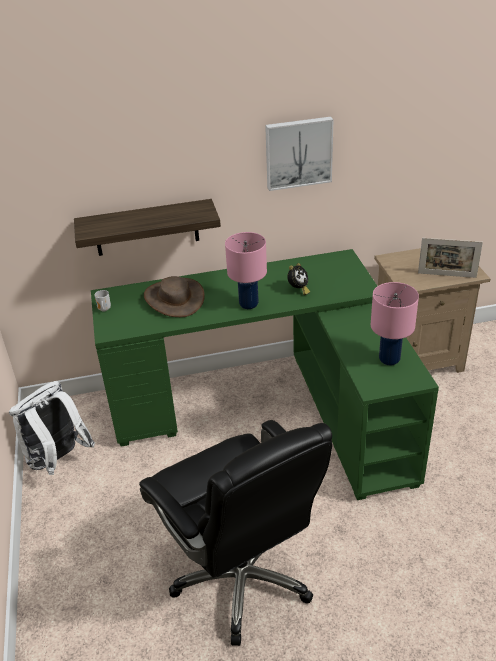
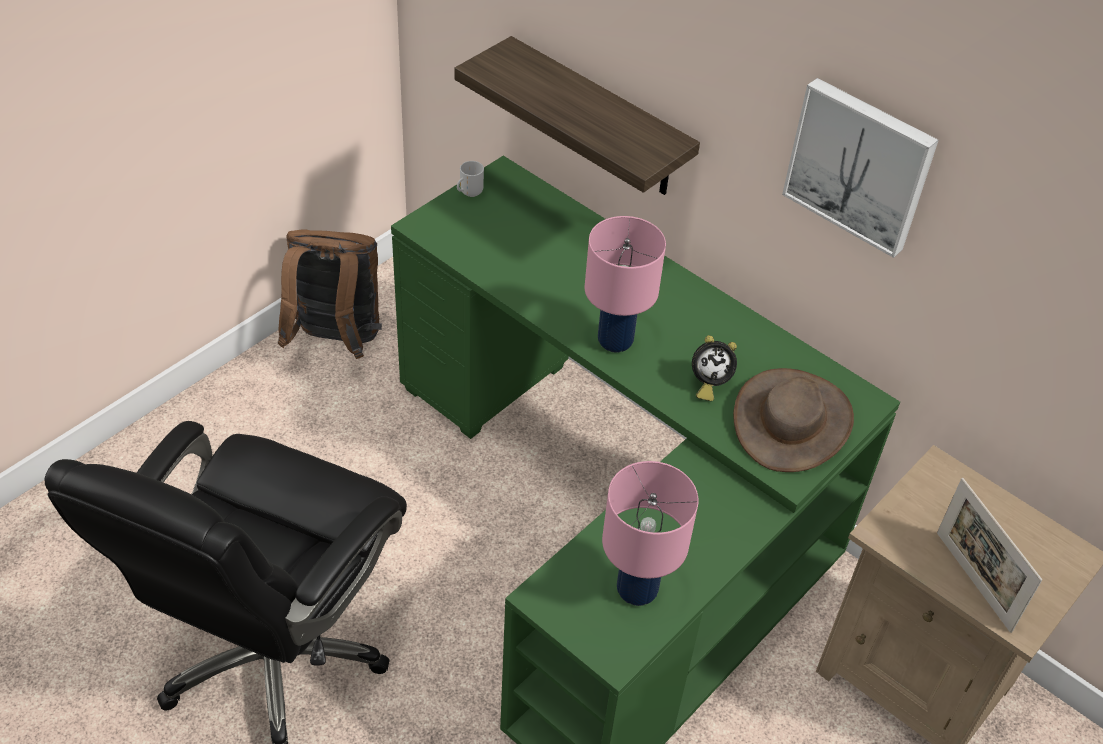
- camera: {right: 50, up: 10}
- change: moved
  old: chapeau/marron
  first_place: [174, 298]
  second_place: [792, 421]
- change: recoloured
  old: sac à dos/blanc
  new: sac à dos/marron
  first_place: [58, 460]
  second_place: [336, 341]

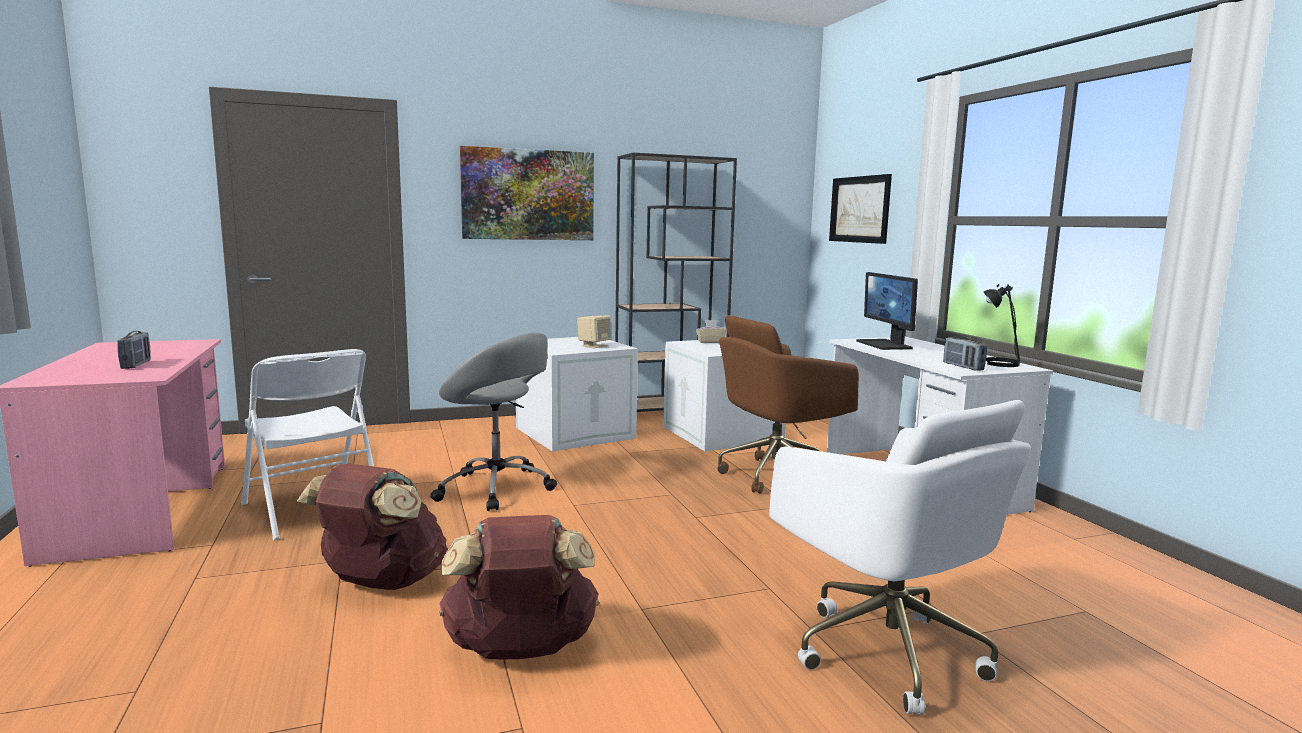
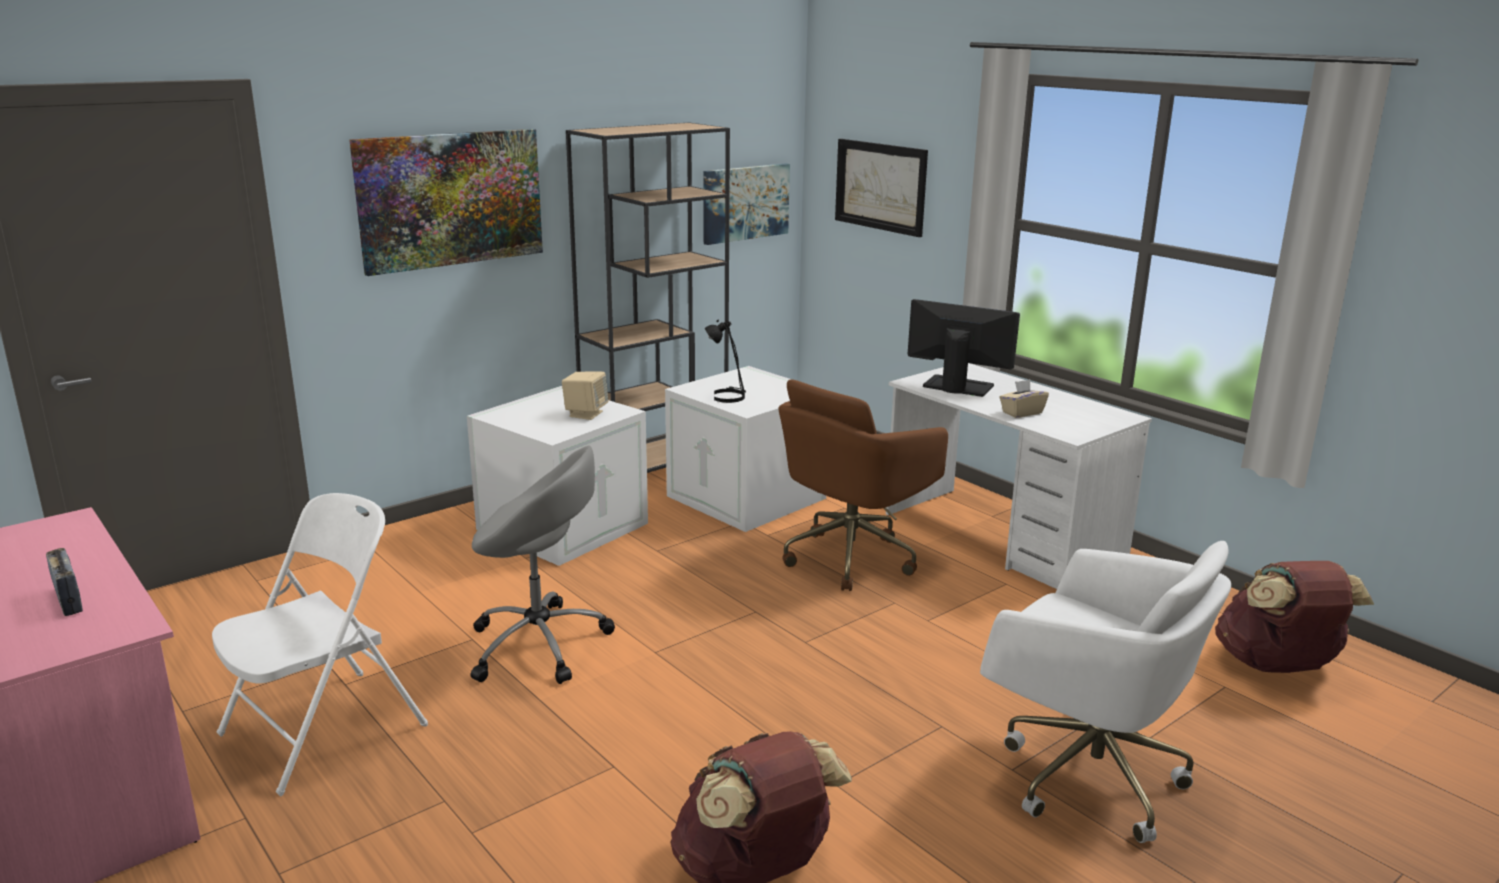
- camera: {right: -20, up: 10}
- change: turned
  old: écran d'ordinateur
  first_place: [885, 345]
  second_place: [957, 386]
  degrees: 150
- change: moved
  old: lampe de table/noir
  first_place: [1000, 363]
  second_place: [727, 396]
- change: moved
  old: boîte à mouchoirs/beige
  first_place: [710, 342]
  second_place: [1021, 413]
- change: removed
  old: radio
  first_place: [963, 367]
- change: turned
  old: chaise/blanc
  first_place: [311, 509]
  second_place: [324, 730]
  degrees: -75
- change: moved
  old: sac à dos/marron
  first_place: [381, 583]
  second_place: [1277, 666]
- change: added
  new: tableau
  second_place: [745, 203]

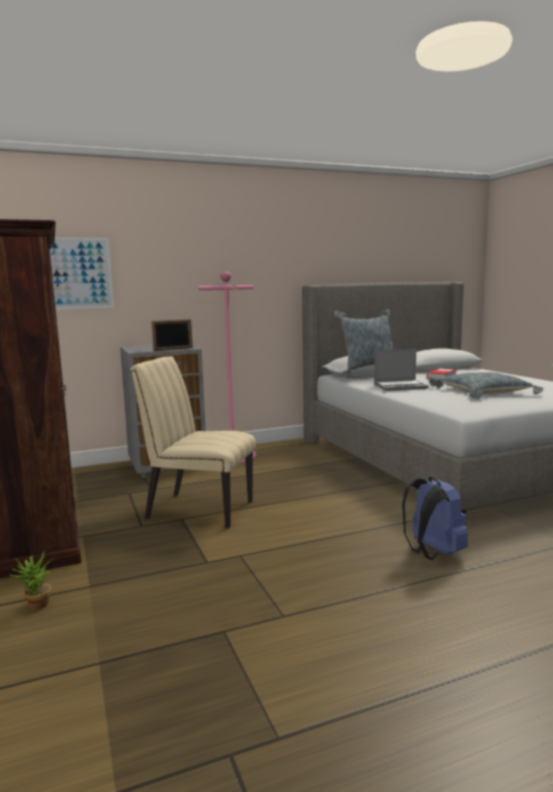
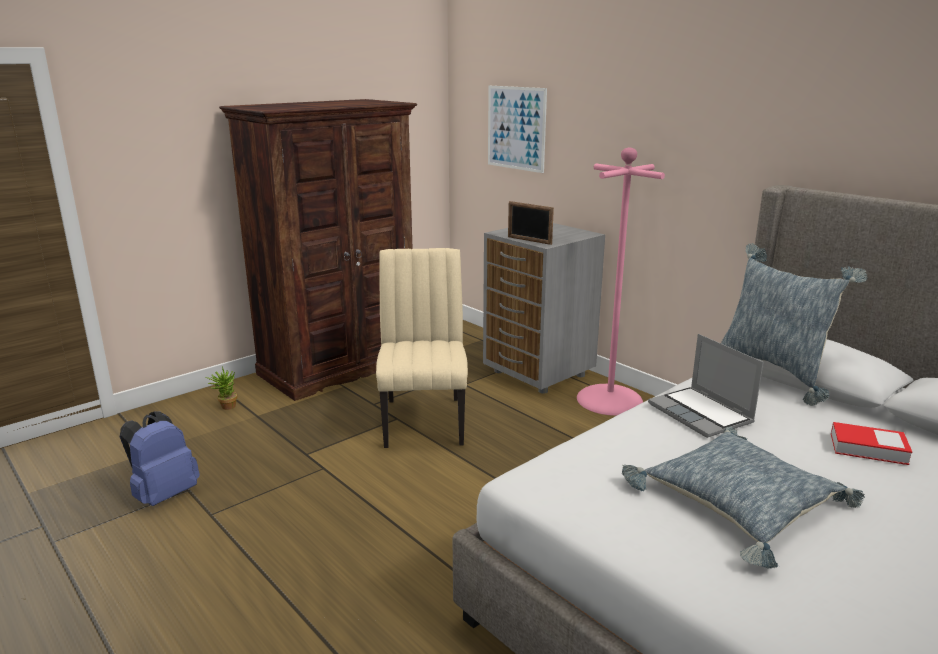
- camera: {right: 70, up: 10}
- change: moved
  old: sac à dos/bleu
  first_place: [432, 553]
  second_place: [164, 494]

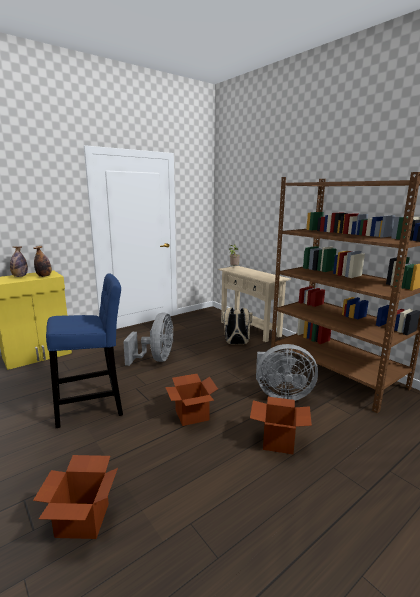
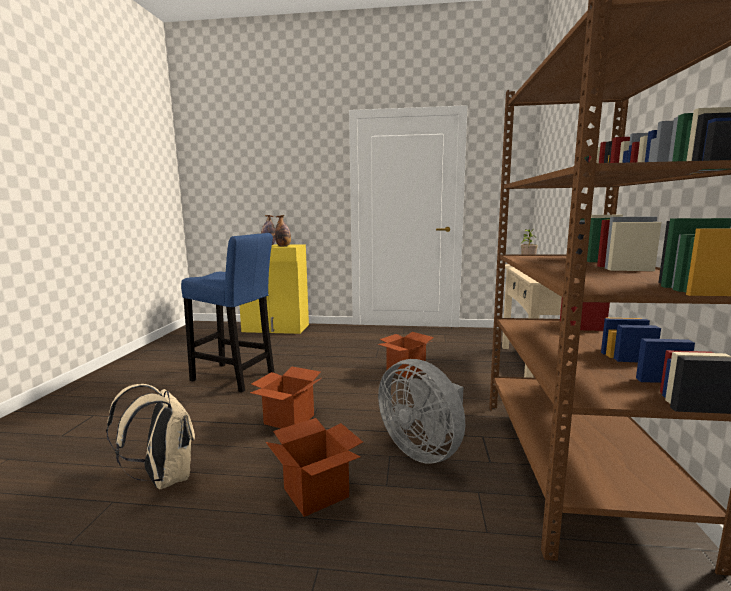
- camera: {right: 45, up: -5}
- change: moved
  old: sac à dos/beige
  first_place: [236, 343]
  second_place: [164, 478]
- change: removed
  old: ventilateur/gris
  first_place: [156, 359]
- change: moved
  old: carton
  first_place: [83, 520]
  second_place: [406, 370]

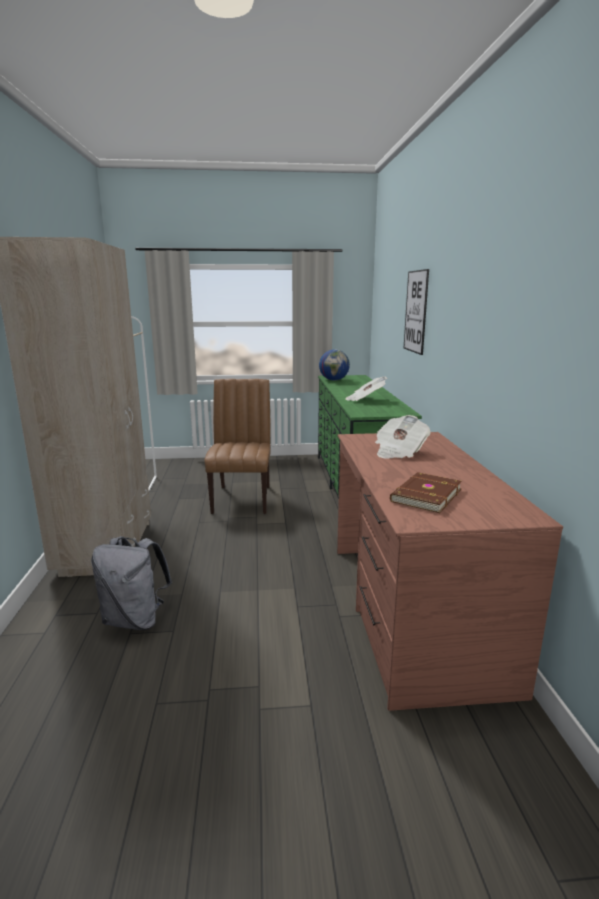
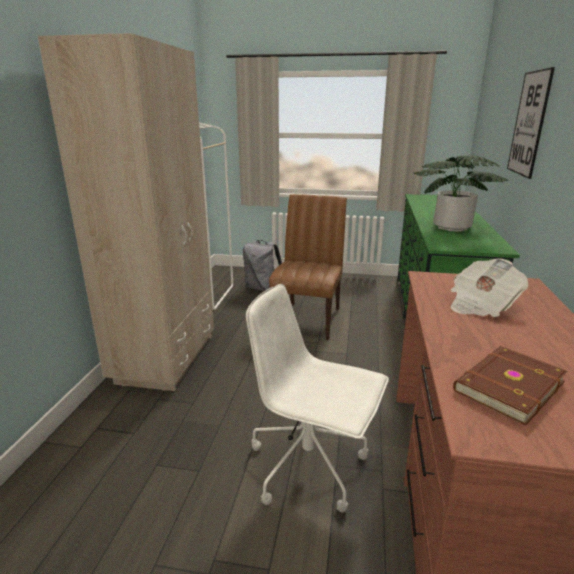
- camera: {right: 15, up: 5}
- change: removed
  old: globe
  first_place: [334, 380]
- change: replaced
  old: journal
  new: plante en pot
  first_place: [365, 400]
  second_place: [452, 227]
- change: moved
  old: sac à dos/gris
  first_place: [135, 620]
  second_place: [262, 288]
- change: added
  new: chaise de bureau/blanc
  second_place: [313, 468]

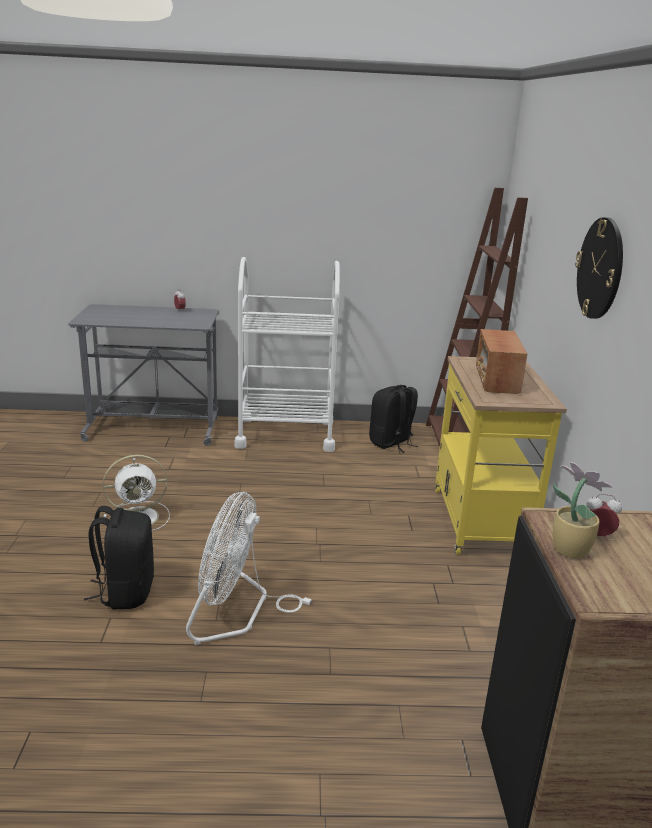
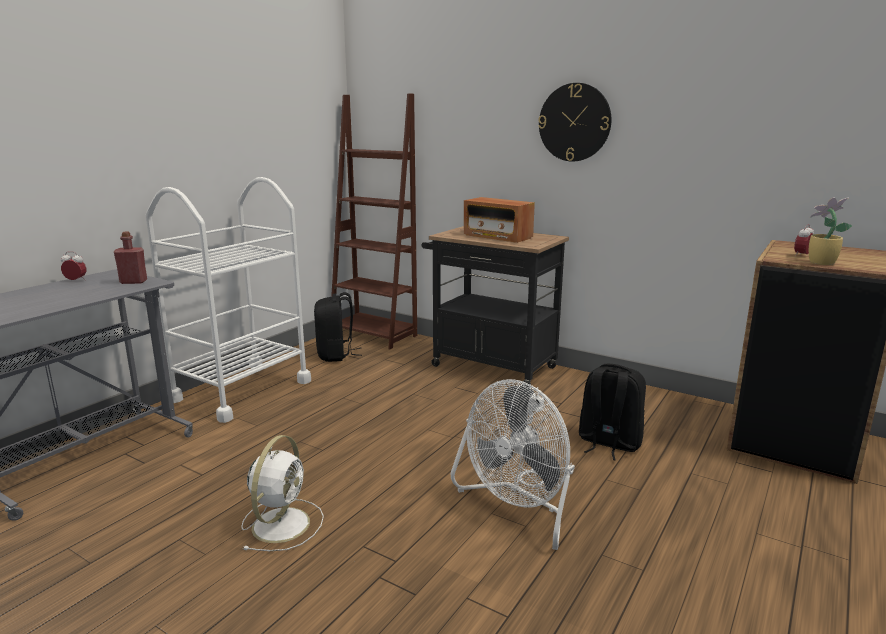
- camera: {right: -55, up: -5}
- change: recoloured
  old: chariot/jaune
  new: chariot/noir
  first_place: [478, 519]
  second_place: [490, 366]
- change: moved
  old: sac à dos/noir
  first_place: [125, 592]
  second_place: [608, 443]
- change: added
  new: bouteille/rouge
  second_place: [133, 282]

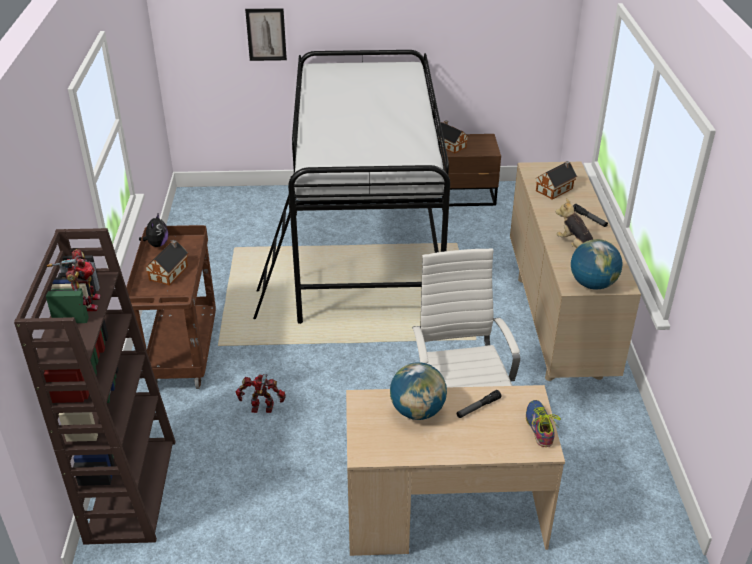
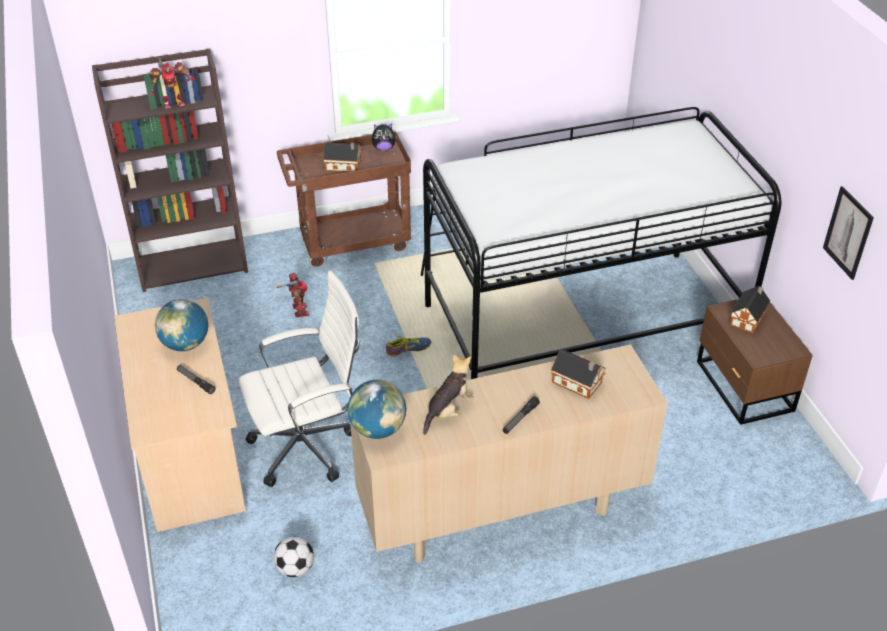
- camera: {right: 75, up: 5}
- change: moved
  old: tableau
  first_place: [266, 34]
  second_place: [848, 233]
- change: moved
  old: chaussure
  first_place: [539, 426]
  second_place: [408, 349]
- change: added
  new: ballon de foot
  second_place: [295, 568]

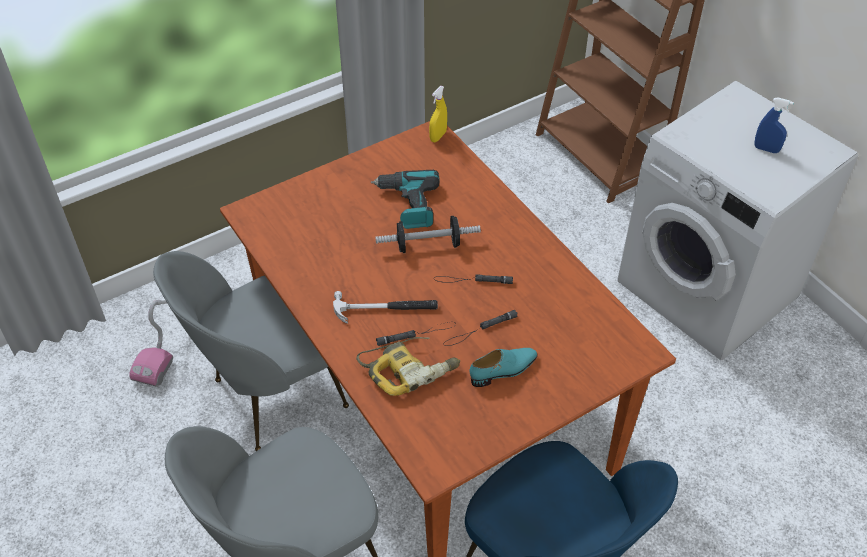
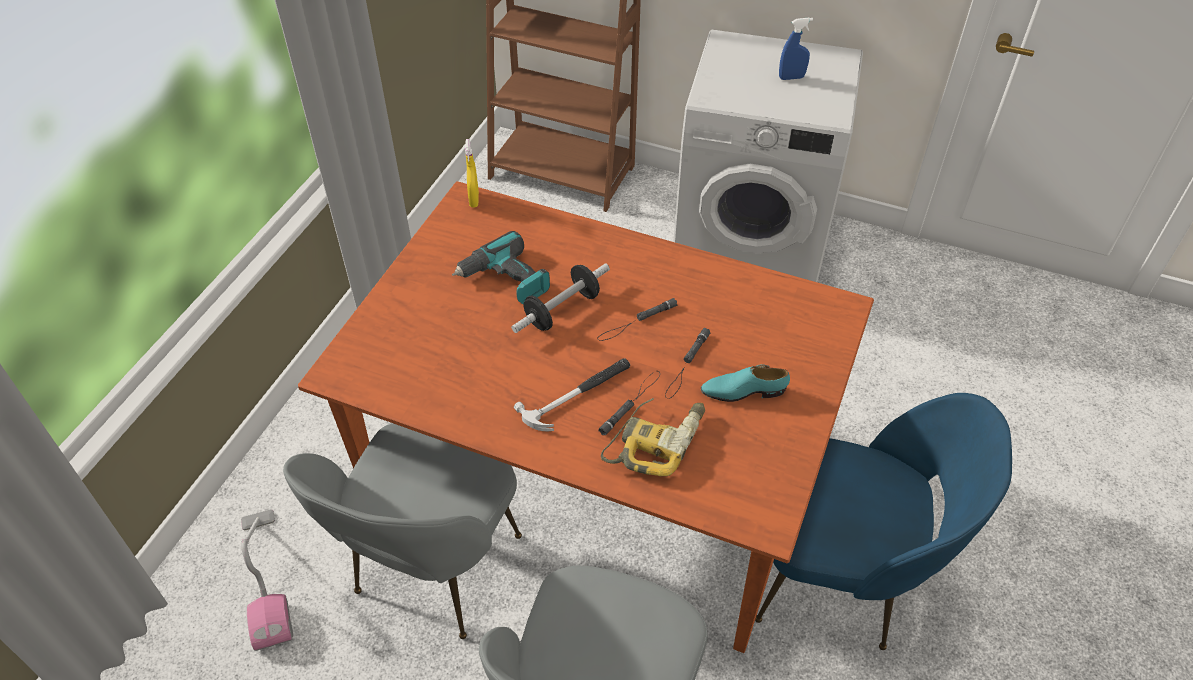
- camera: {right: -35, up: 0}
- change: turned
  old: chaussure/turquoise
  first_place: [503, 370]
  second_place: [743, 391]
  degrees: -120

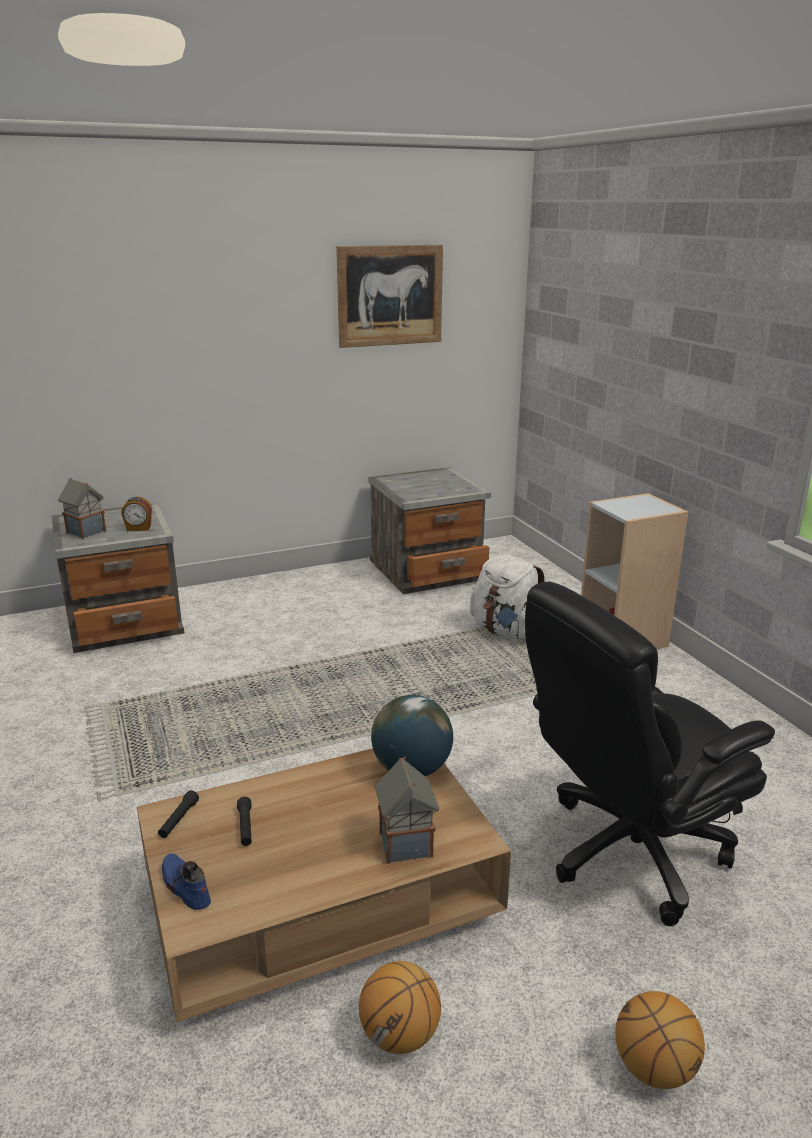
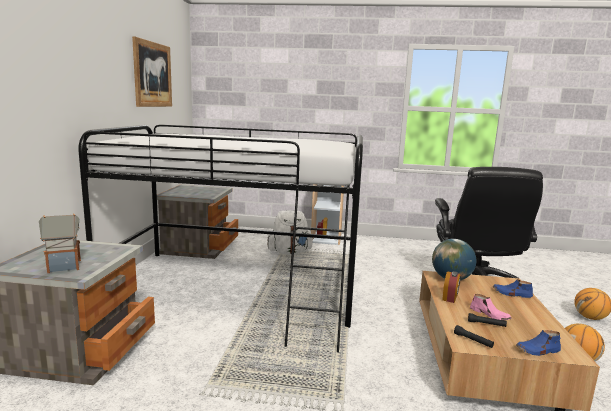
- camera: {right: -60, up: -10}
- change: moved
  old: réveil
  first_place: [138, 528]
  second_place: [450, 298]
- change: replaced
  old: maison miniature
  new: chaussure/bleu
  first_place: [406, 845]
  second_place: [512, 294]
- change: added
  new: lit/noir
  second_place: [238, 286]
- change: added
  new: chaussure/rose
  second_place: [490, 314]

